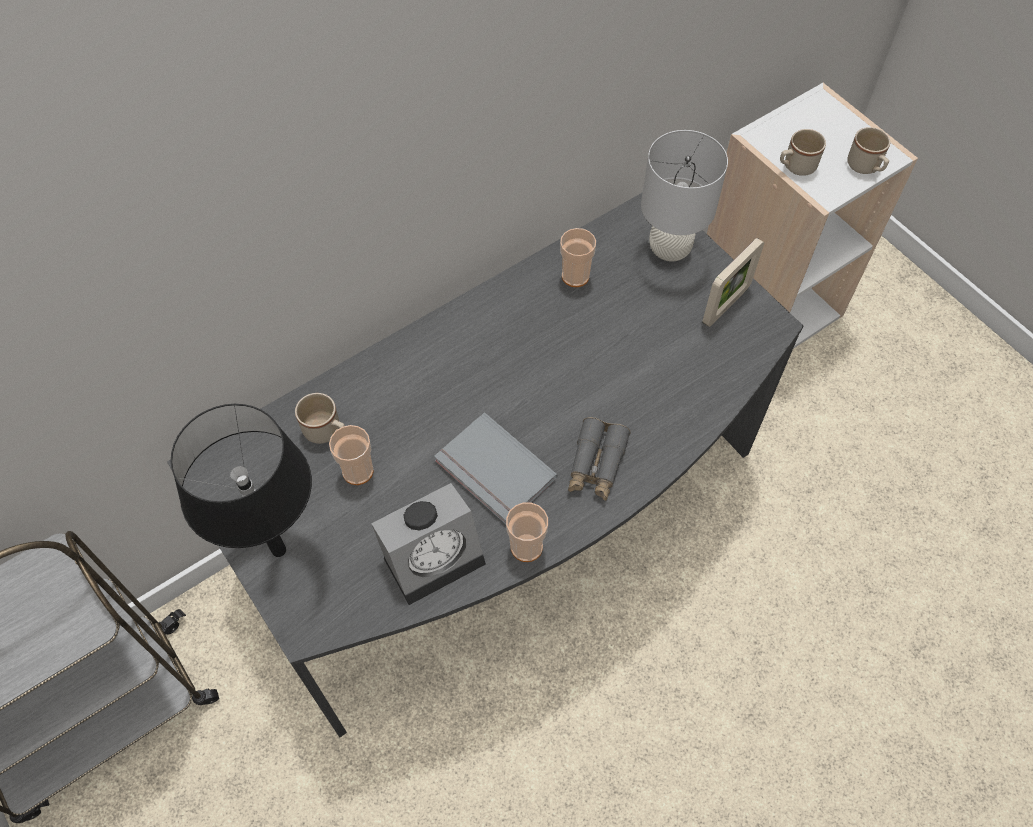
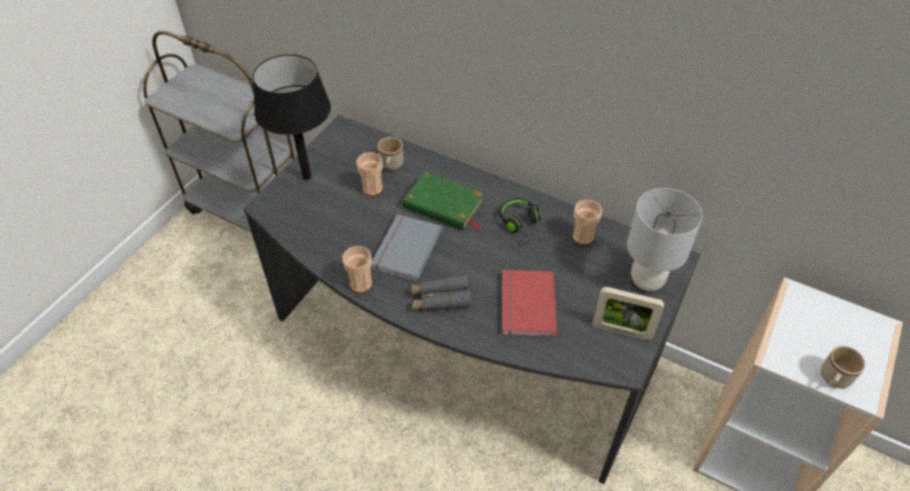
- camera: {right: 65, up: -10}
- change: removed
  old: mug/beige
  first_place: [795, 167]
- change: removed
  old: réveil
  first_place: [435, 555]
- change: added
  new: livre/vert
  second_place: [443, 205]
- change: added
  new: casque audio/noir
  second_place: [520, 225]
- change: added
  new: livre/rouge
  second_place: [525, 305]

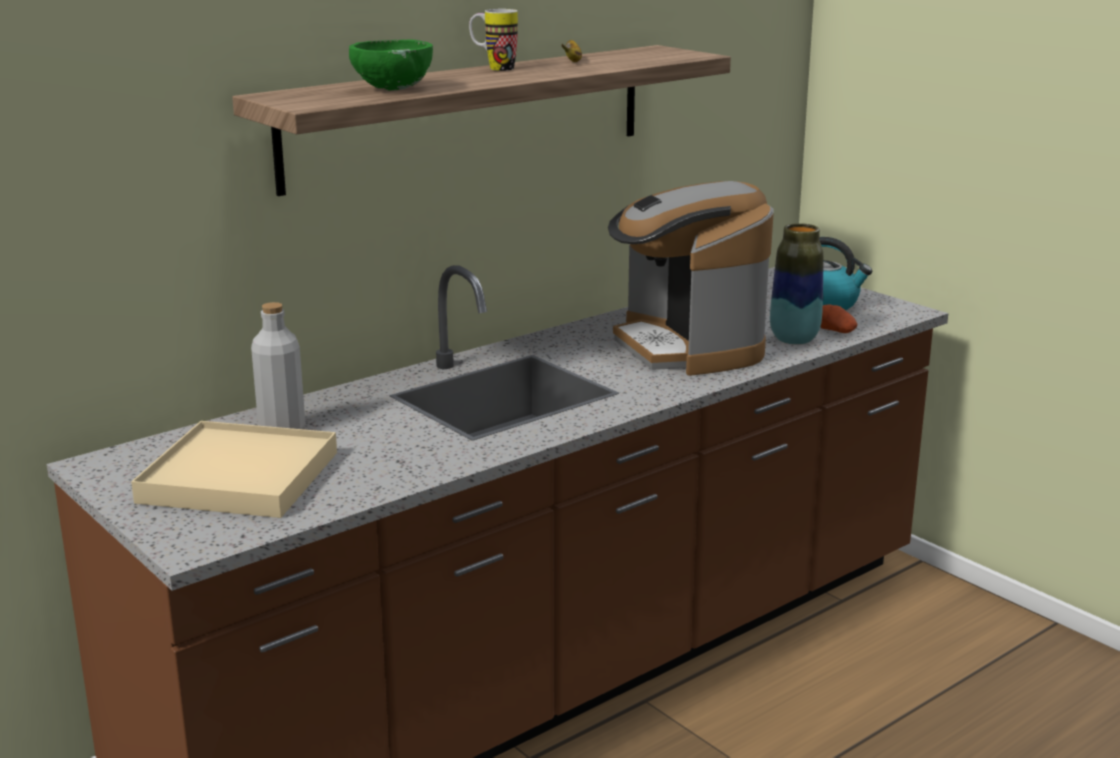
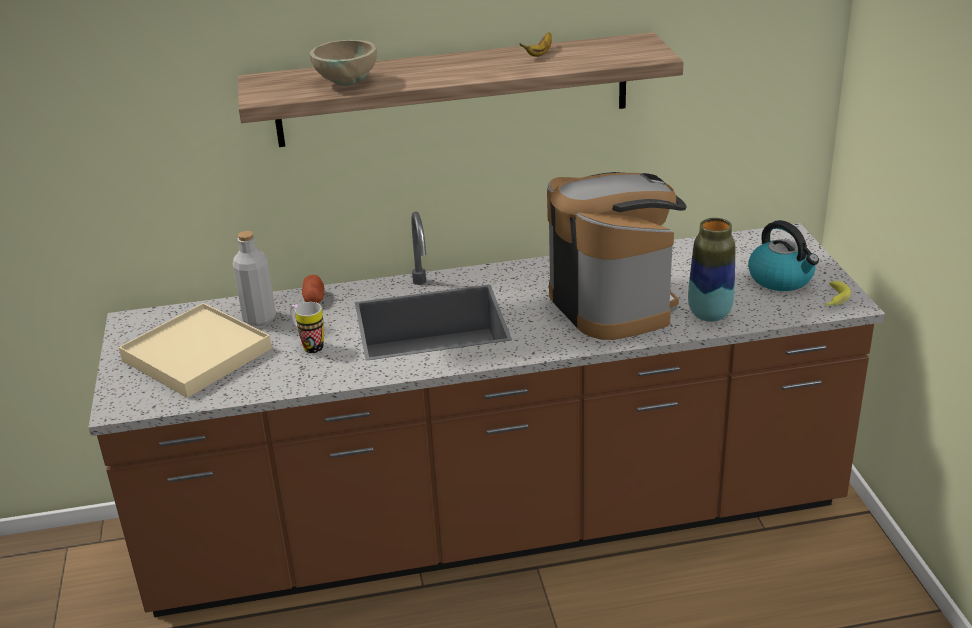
- camera: {right: 30, up: 10}
- change: moved
  old: mug
  first_place: [494, 68]
  second_place: [309, 346]
- change: recoloured
  old: bol/vert
  new: bol/beige
  first_place: [392, 90]
  second_place: [345, 83]
- change: turned
  old: machine à café
  first_place: [687, 348]
  second_place: [612, 304]
  degrees: 150
- change: moved
  old: pomme de terre
  first_place: [834, 331]
  second_place: [314, 298]
- change: added
  new: banane
  second_place: [833, 299]

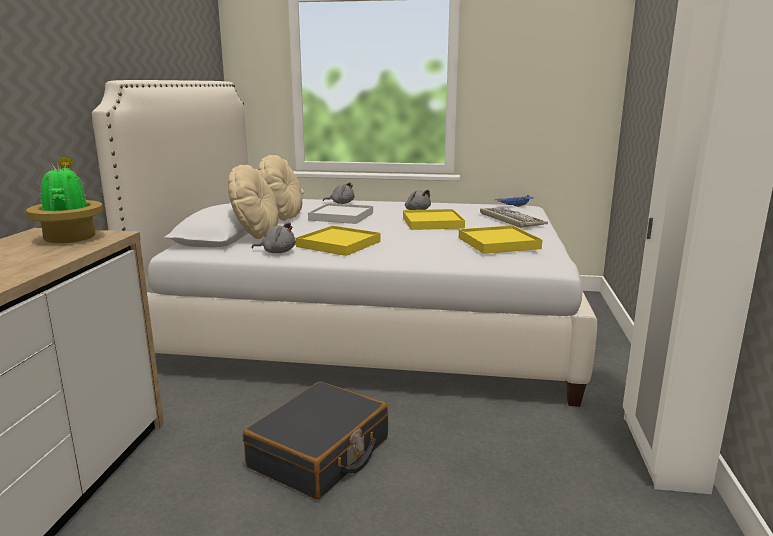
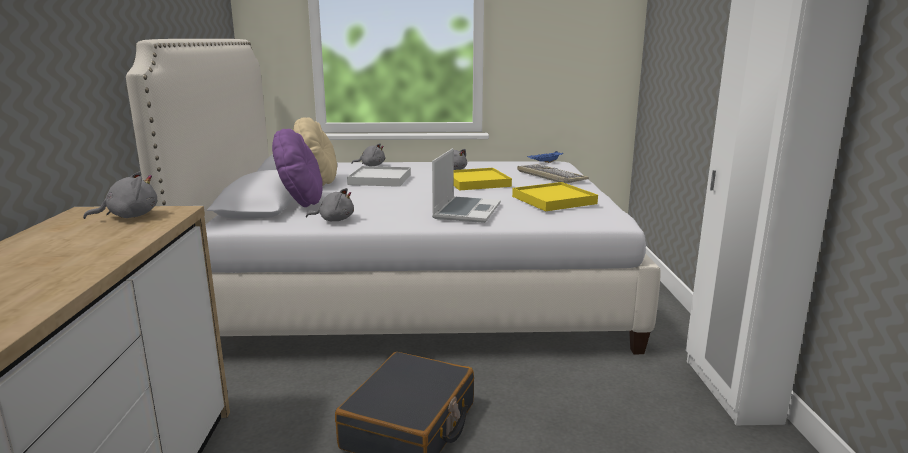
- camera: {right: -10, up: 0}
- change: replaced
  old: plante en pot
  new: peluche/gris
  first_place: [70, 238]
  second_place: [129, 216]
- change: recoloured
  old: coussin/beige
  new: coussin/violet
  first_place: [256, 235]
  second_place: [301, 203]
- change: removed
  old: plateau/jaune
  first_place: [338, 244]
- change: added
  new: ordinateur portable
  second_place: [466, 211]

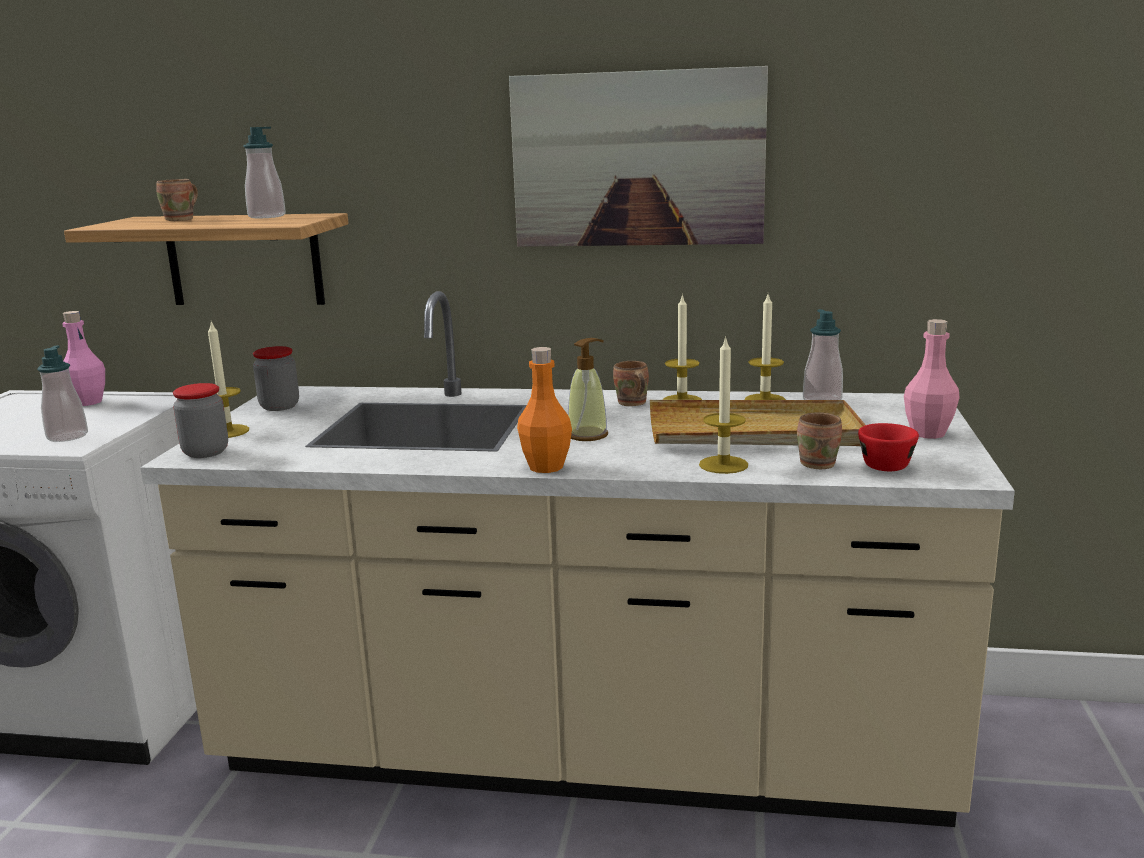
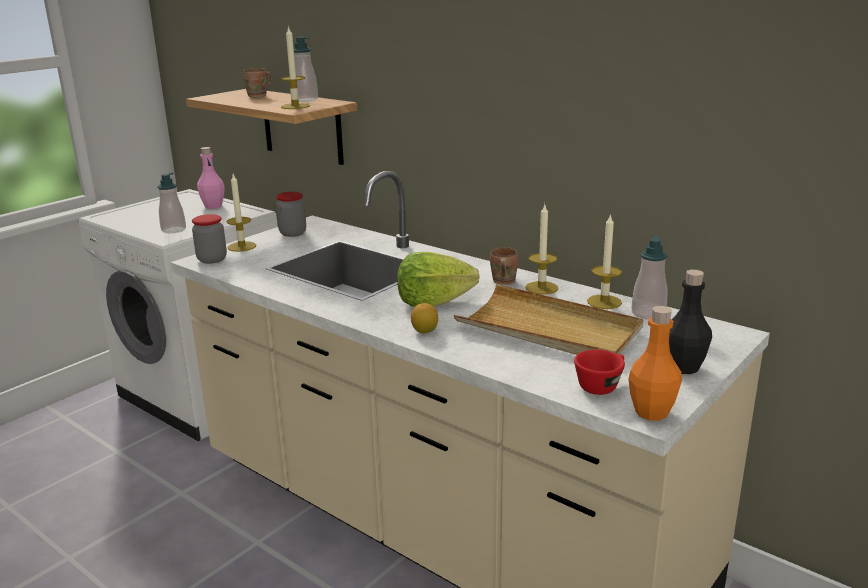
- camera: {right: 30, up: 5}
- change: removed
  old: tableau
  first_place: [637, 159]
- change: recoloured
  old: bouteille/rose
  new: bouteille/noir
  first_place: [928, 433]
  second_place: [684, 367]
- change: moved
  old: bougie
  first_place: [723, 465]
  second_place: [295, 106]
- change: replaced
  old: distributeur de savon
  new: laitue
  first_place: [588, 435]
  second_place: [433, 302]
- change: moved
  old: bouteille/orange
  first_place: [546, 467]
  second_place: [651, 412]
- change: removed
  old: mug/marron
  first_place: [820, 464]
- change: added
  new: citron
  second_place: [425, 331]

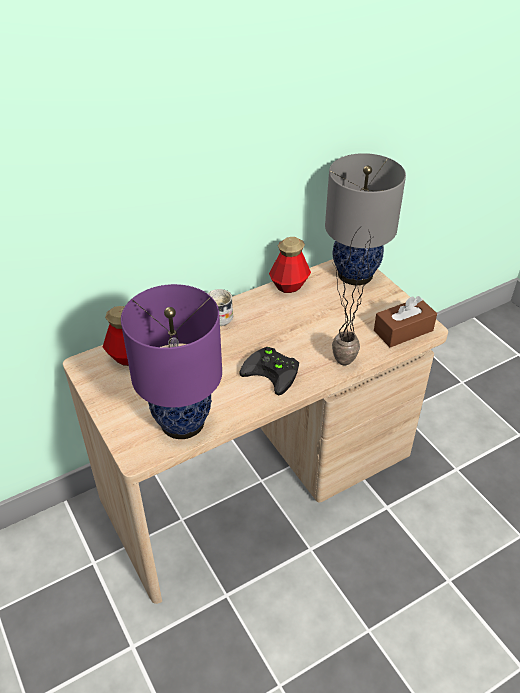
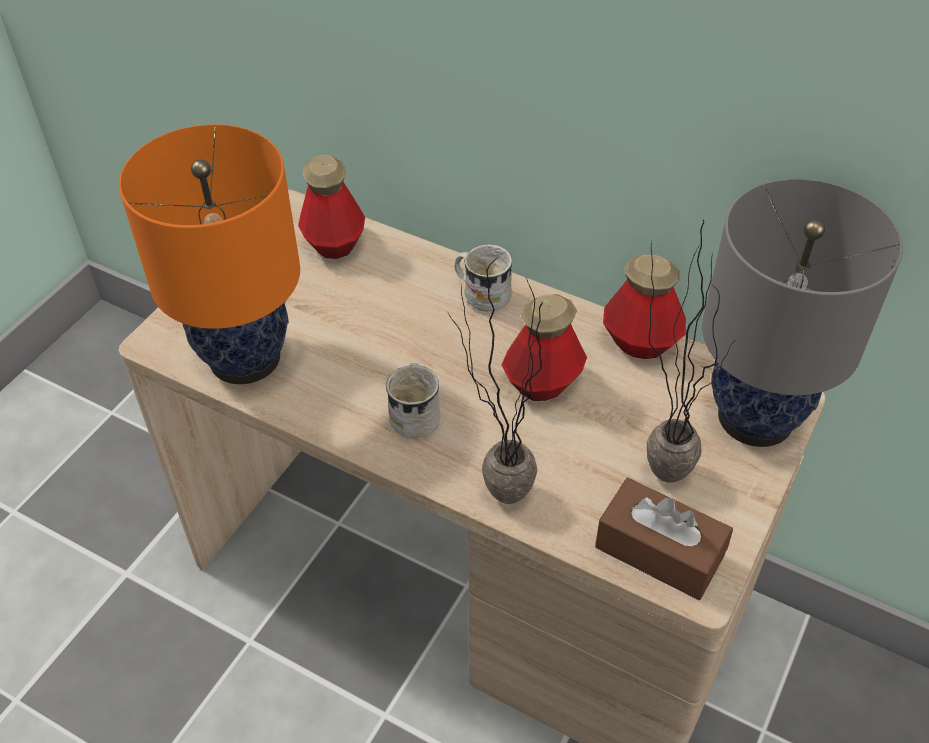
- camera: {right: 60, up: 5}
- change: recoloured
  old: lampe de table/violet
  new: lampe de table/orange
  first_place: [182, 422]
  second_place: [245, 357]
- change: replaced
  old: manette/noir
  new: mug/blanc
  first_place: [274, 372]
  second_place: [416, 413]
- change: added
  new: plante en pot
  second_place: [658, 461]
- change: added
  new: bouteille
  second_place: [542, 382]

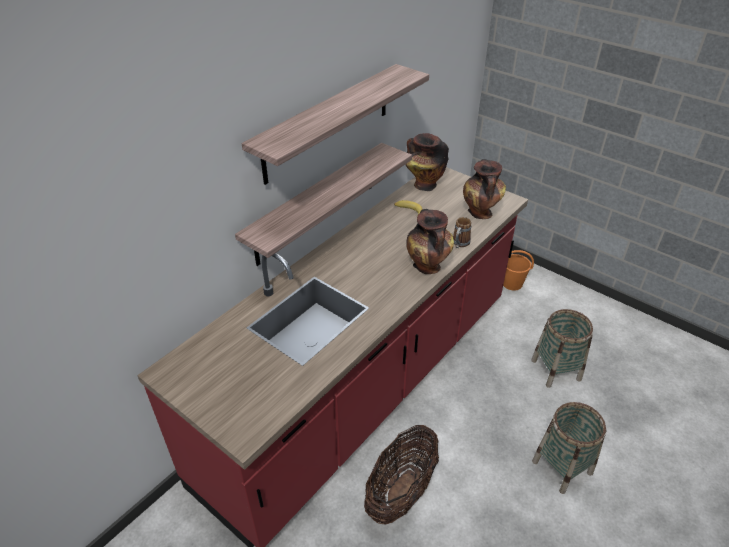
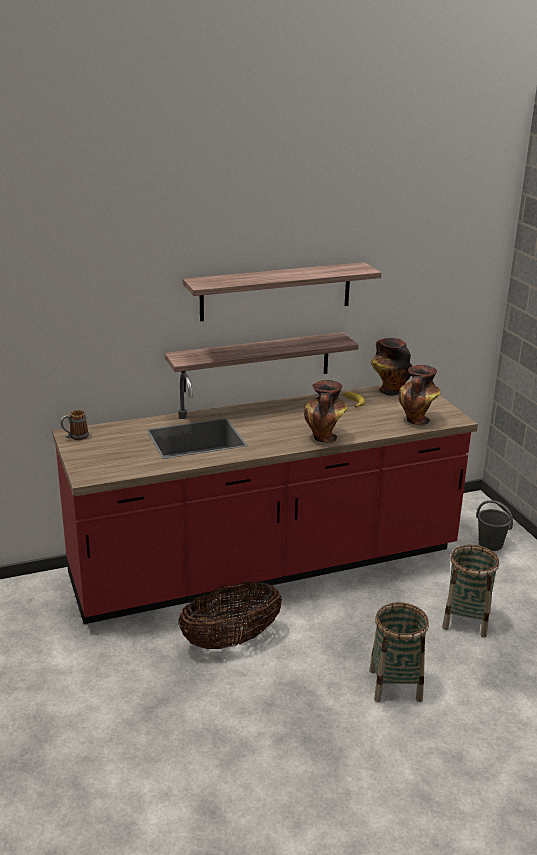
- camera: {right: 30, up: -15}
- change: moved
  old: mug
  first_place: [459, 244]
  second_place: [75, 437]
- change: recoloured
  old: seau/orange
  new: seau/gris
  first_place: [511, 283]
  second_place: [490, 544]

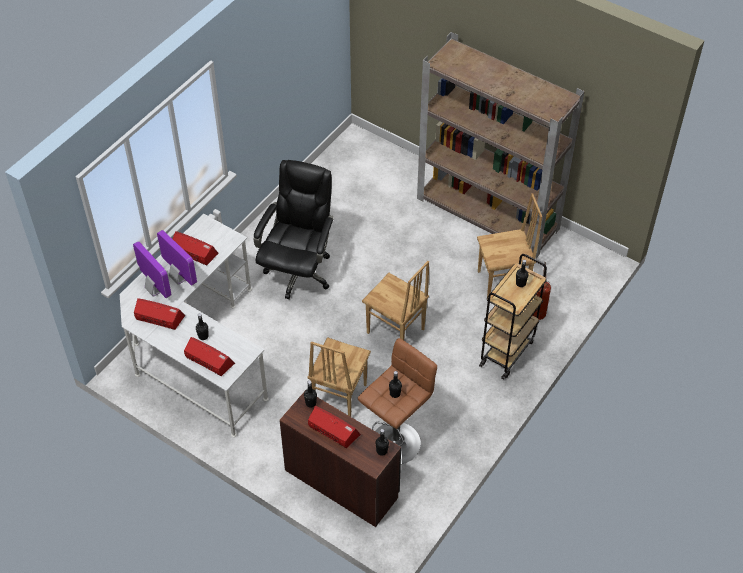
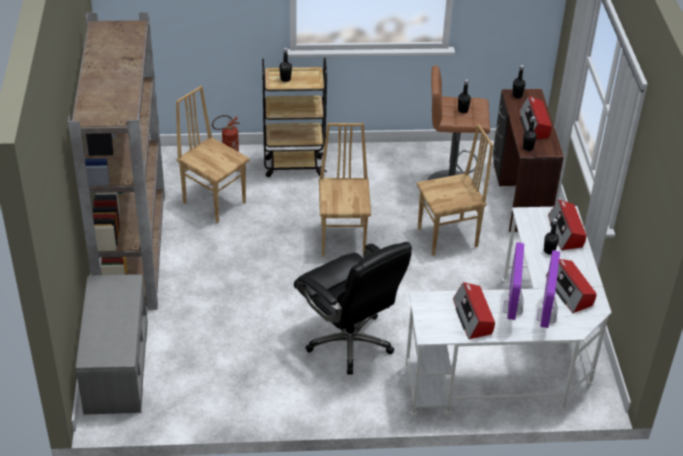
- camera: {right: -130, up: -10}
- change: turned
  old: chaise de bureau/noir
  first_place: [299, 274]
  second_place: [348, 340]
  degrees: -105
- change: added
  new: banc/gris
  second_place: [115, 365]

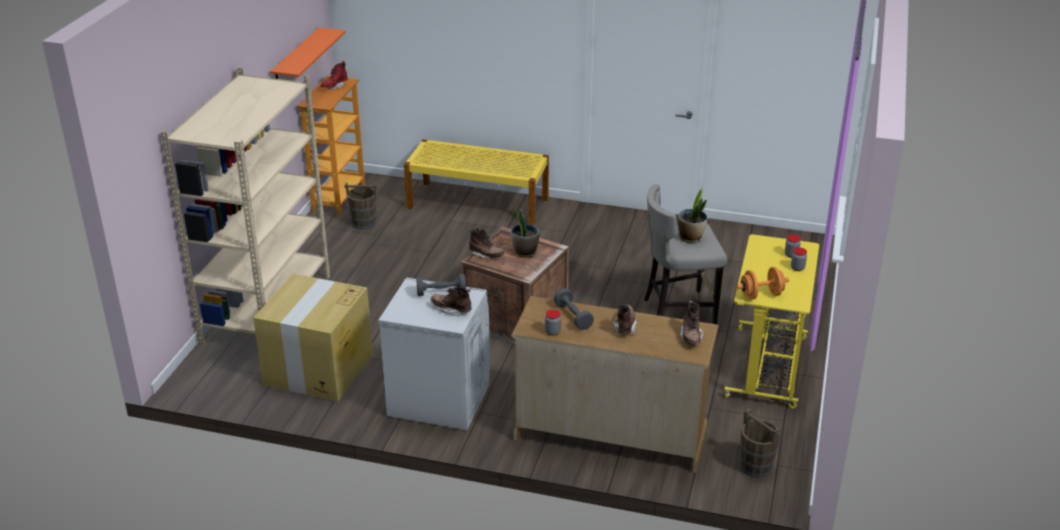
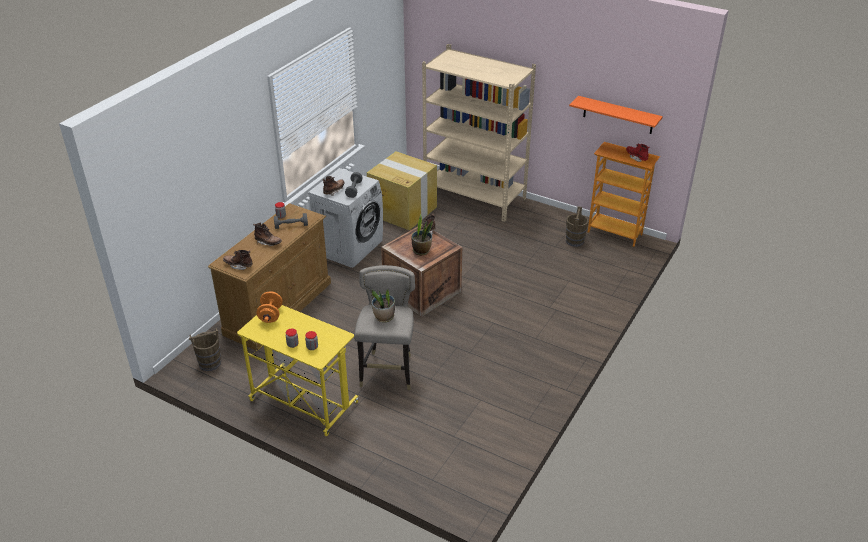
- camera: {right: 105, up: 5}
- change: removed
  old: banc/jaune
  first_place: [478, 203]

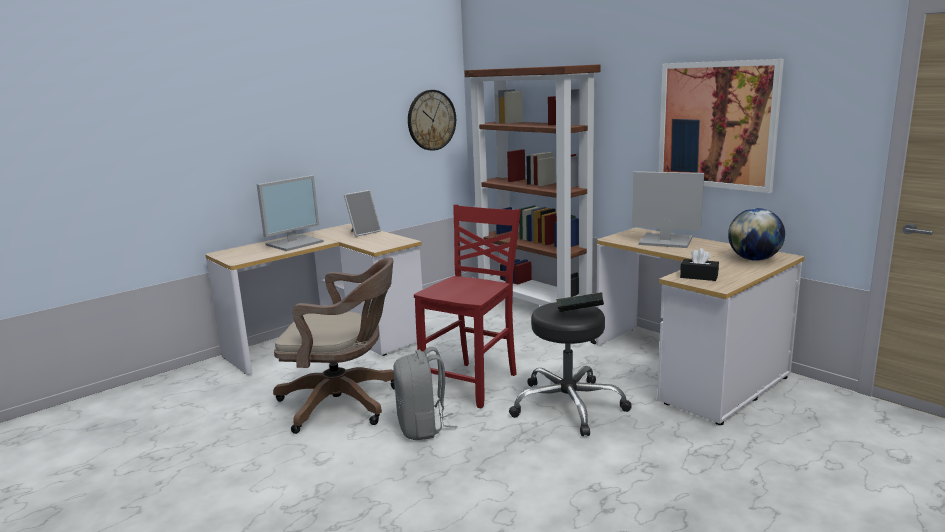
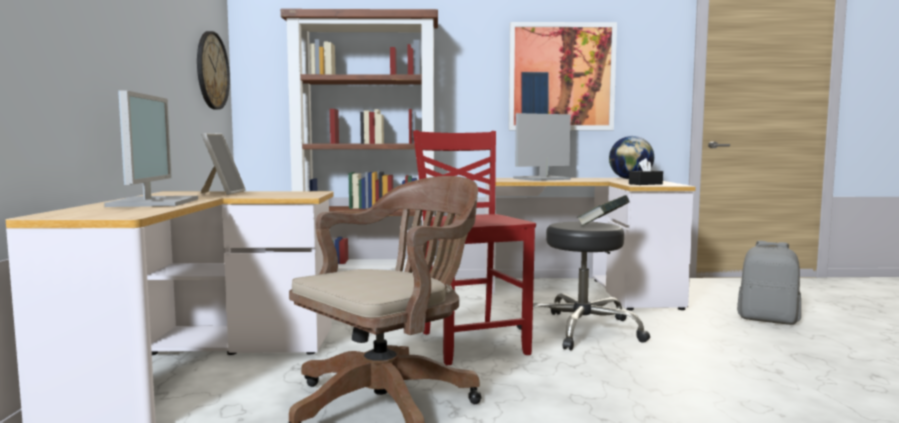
- camera: {right: -50, up: -10}
- change: moved
  old: sac à dos/gris
  first_place: [423, 427]
  second_place: [768, 319]

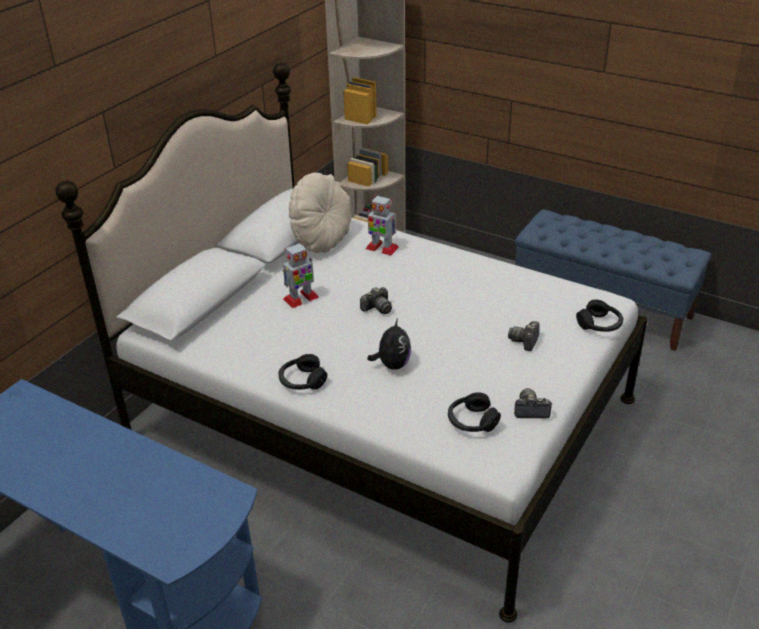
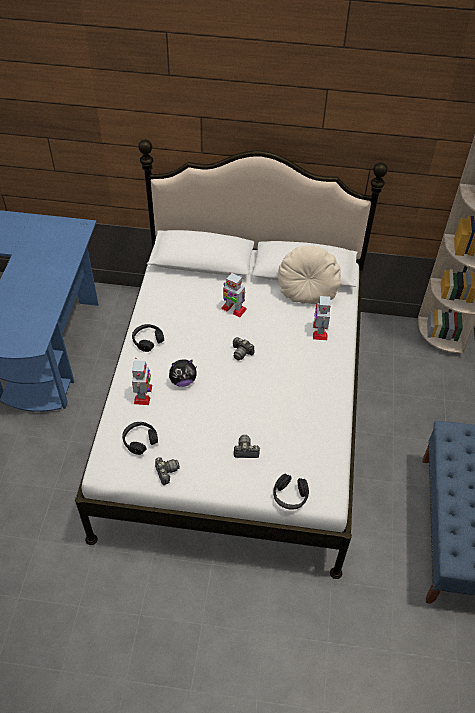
- camera: {right: 65, up: 15}
- change: added
  new: robot jouet
  second_place: [143, 394]

